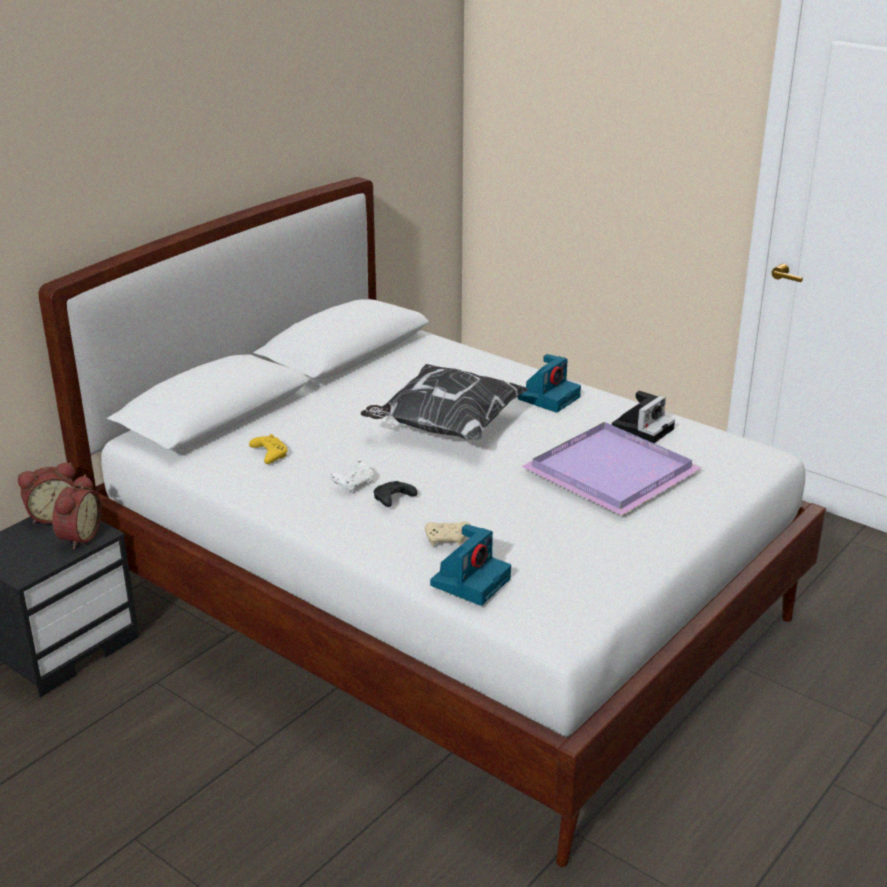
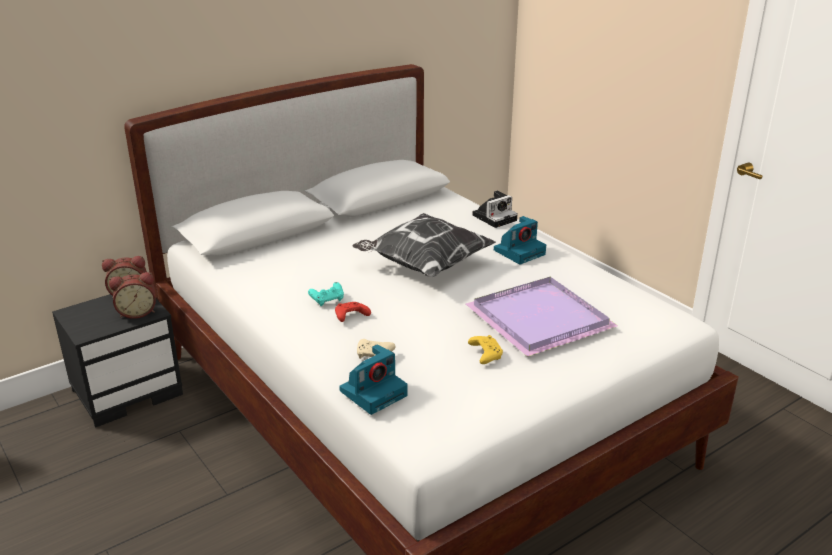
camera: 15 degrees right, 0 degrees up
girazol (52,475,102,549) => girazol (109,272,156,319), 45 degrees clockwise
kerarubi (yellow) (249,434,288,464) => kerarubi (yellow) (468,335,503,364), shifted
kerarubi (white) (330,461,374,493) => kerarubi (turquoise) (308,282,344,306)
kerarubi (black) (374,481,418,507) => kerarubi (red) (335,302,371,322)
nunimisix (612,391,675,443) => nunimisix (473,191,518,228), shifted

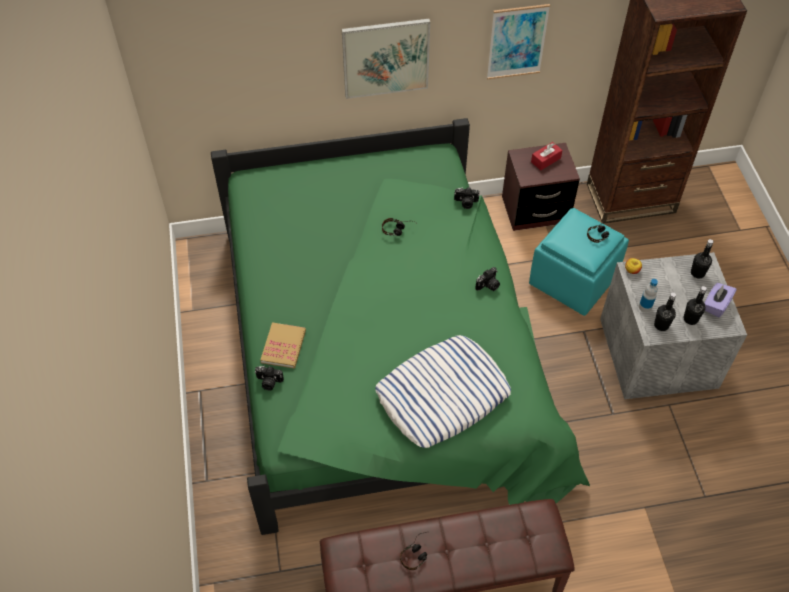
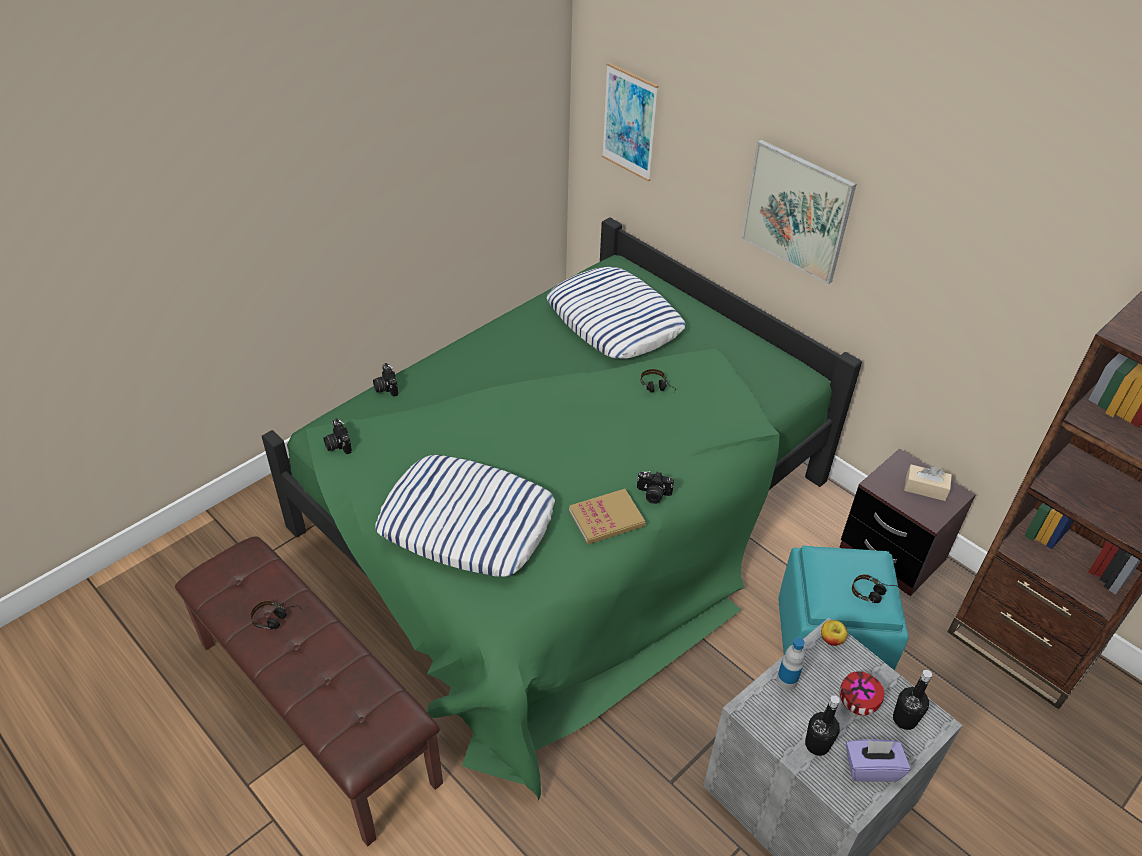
camera: 55 degrees right, 10 degrees down
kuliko (260,322,306,368) => kuliko (569,489,646,544), shifted
nunimisix (454,187,479,209) => nunimisix (324,418,352,454), shifted
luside (487,4,550,80) => luside (602,62,658,182), shifted
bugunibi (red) (531,142,562,170) => bugunibi (beige) (904,465,952,501)
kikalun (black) (654,292,676,331) => nothing
nothing => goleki (547,267,685,359)
nothing => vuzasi (840,671,884,716)

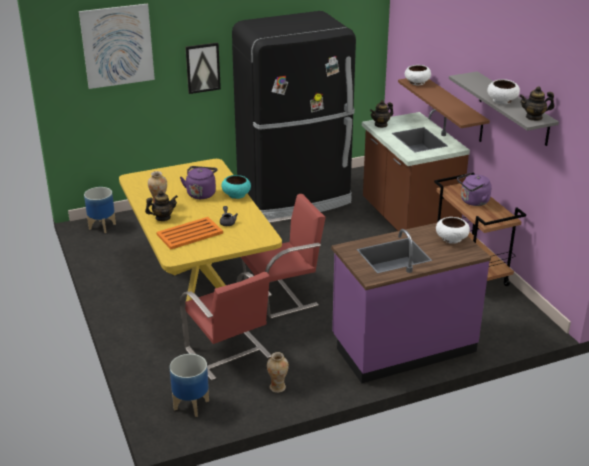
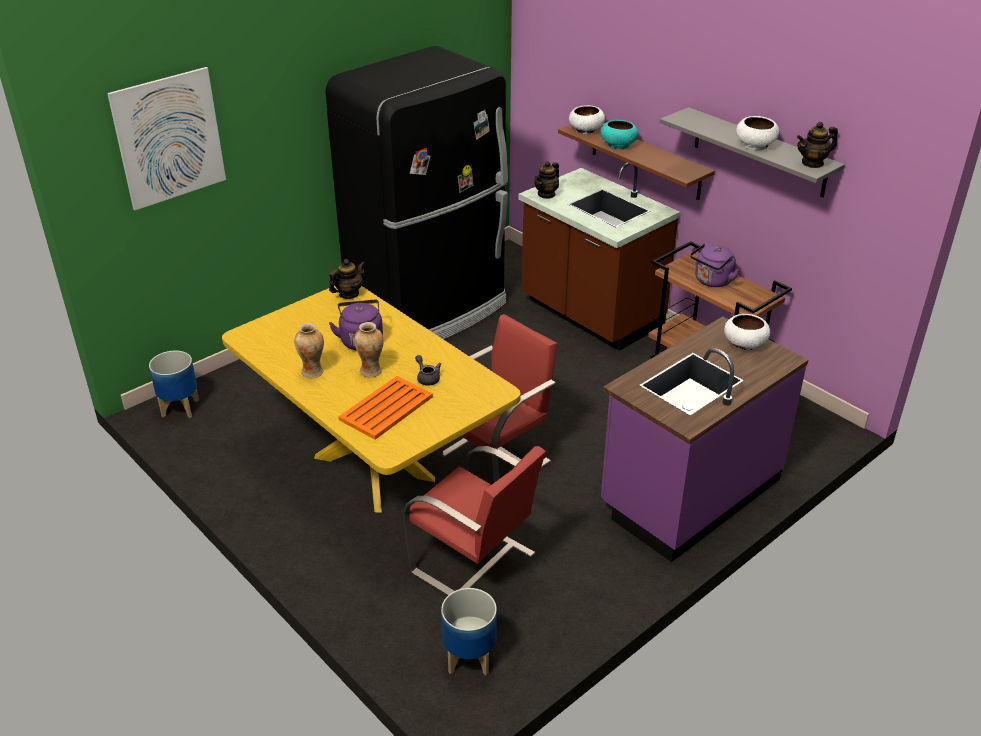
camera: 20 degrees left, 5 degrees up
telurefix (145,191,178,221) => telurefix (329,259,365,299), shifted
luside (185,42,221,94) => nothing
vuzasi (turquoise) (221,175,251,199) => vuzasi (turquoise) (601,120,638,149), shifted
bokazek (267,352,289,393) => bokazek (354,322,384,377), shifted

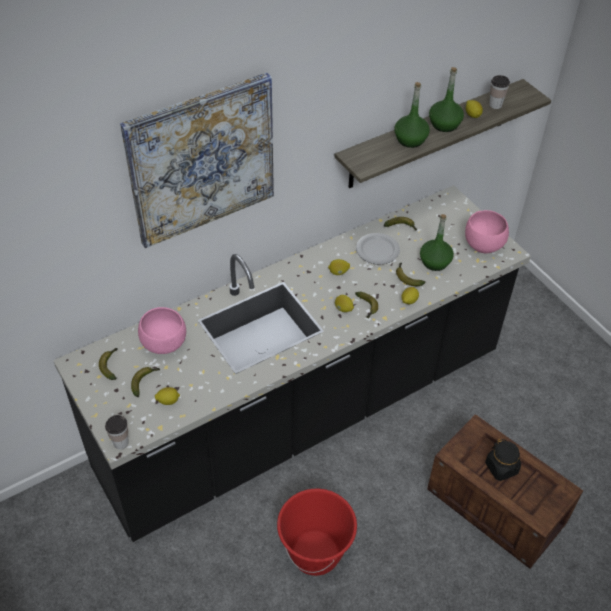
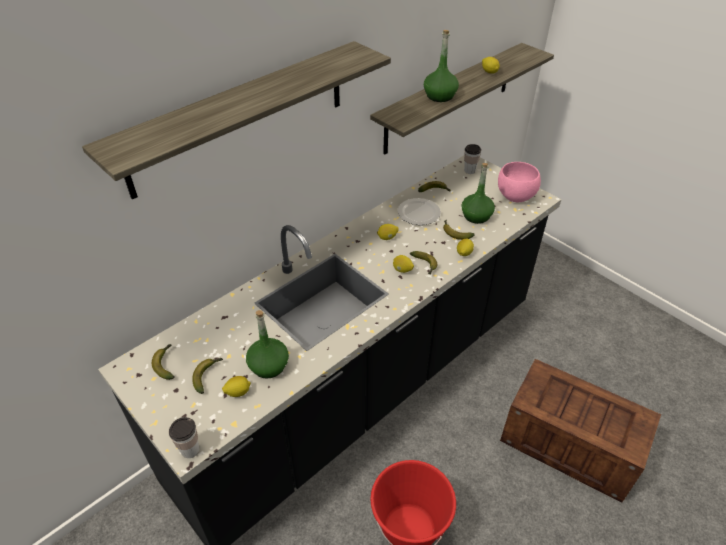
camera: 10 degrees left, 5 degrees down
luside (120,73,274,248) => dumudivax (82,41,391,199)
vuzasi (pink) (138,307,186,354) => nothing
kikalun (green) (429,67,464,132) => kikalun (green) (246,310,289,379), shifted
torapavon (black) (485,439,521,481) => nothing
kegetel (489,75,510,109) => kegetel (464,144,481,174), shifted

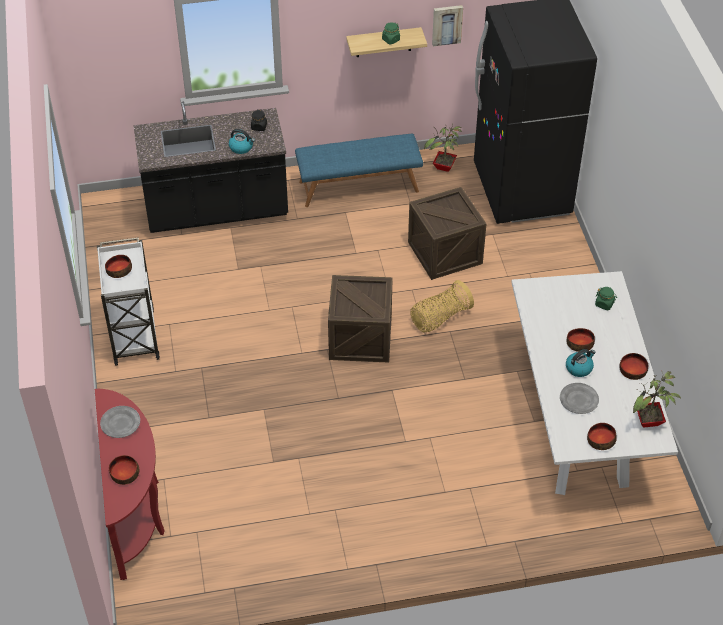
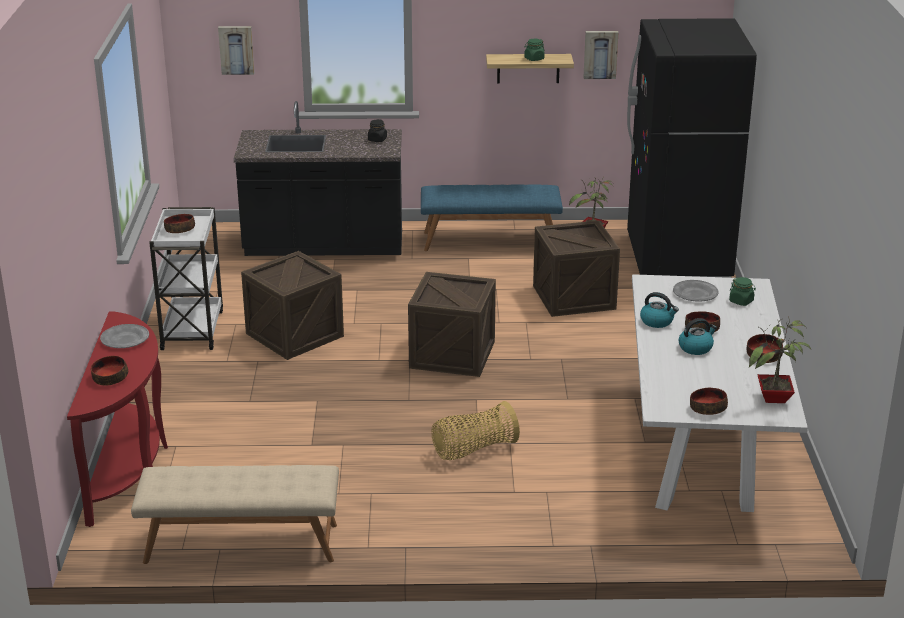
camera: 10 degrees right, 20 degrees down
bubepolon (229,129,255,154) => bubepolon (640,292,679,328), shifted
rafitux (410,280,474,332) => rafitux (431,401,520,460), shifted
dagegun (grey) (560,383,599,414) => dagegun (grey) (673,280,719,302), shifted
nothing => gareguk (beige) (131,465,339,564)
nothing => luside (218,26,254,75)
nothing => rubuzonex (241,251,344,360)

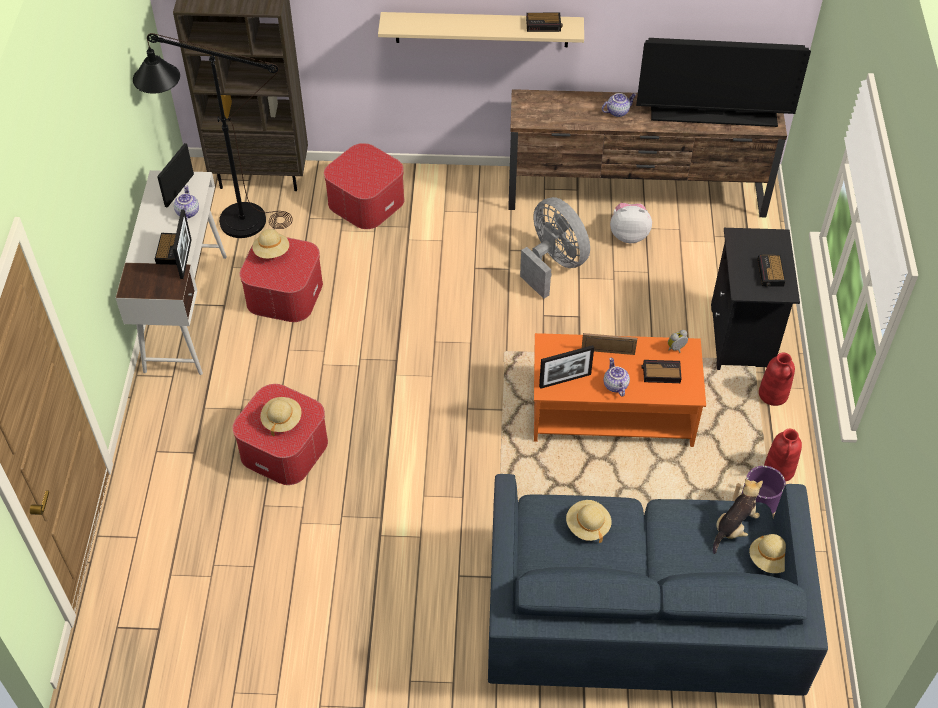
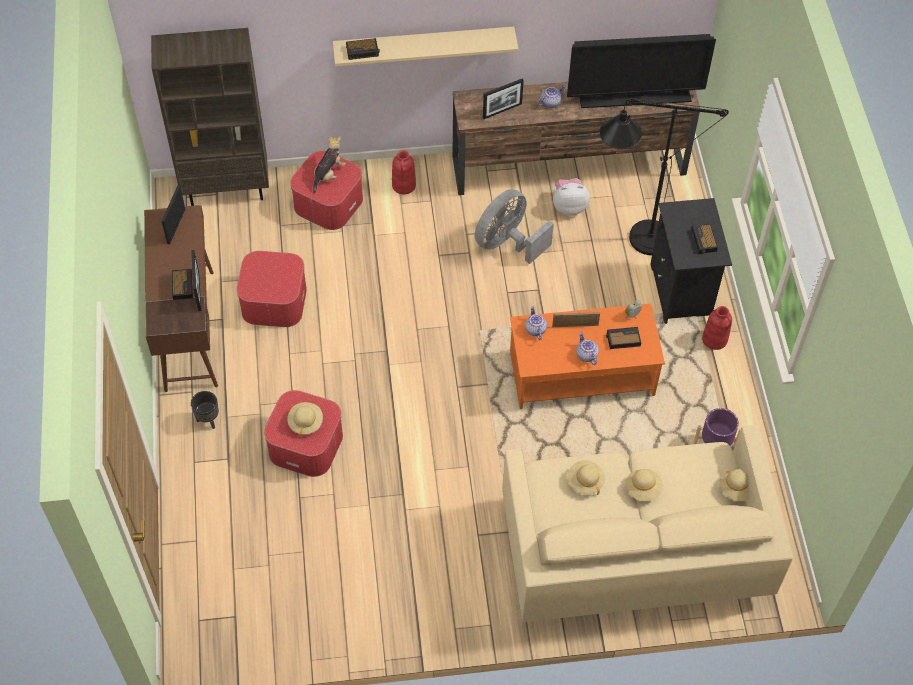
camera: 10 degrees left, 5 degrees up
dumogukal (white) (116,170,227,375) => dumogukal (brown) (144,205,218,392)
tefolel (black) (133,33,293,238) => tefolel (black) (600,98,729,255), shifted
telurefix (174,186,199,219) => telurefix (525,306,547,340), shifted
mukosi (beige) (252,229,289,259) => mukosi (beige) (625,469,663,501), shifted
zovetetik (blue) (488,474,828,696) => zovetetik (beige) (502,425,793,622)
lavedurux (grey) (520,197,590,299) => lavedurux (grey) (475,189,554,264), 90 degrees counterclockwise
girazol (526,13,563,32) => girazol (346,38,380,60), shifted
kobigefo (539,345,594,389) => kobigefo (483,78,524,119), shifted
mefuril (713,479,763,554) => mefuril (313,136,346,193), shifted
bokazek (red) (764,429,802,481) => bokazek (red) (392,150,416,194), shifted
nothing => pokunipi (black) (191,391,219,429)

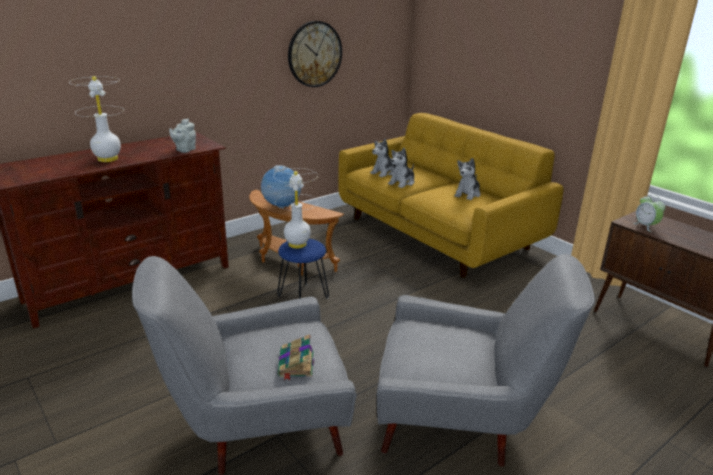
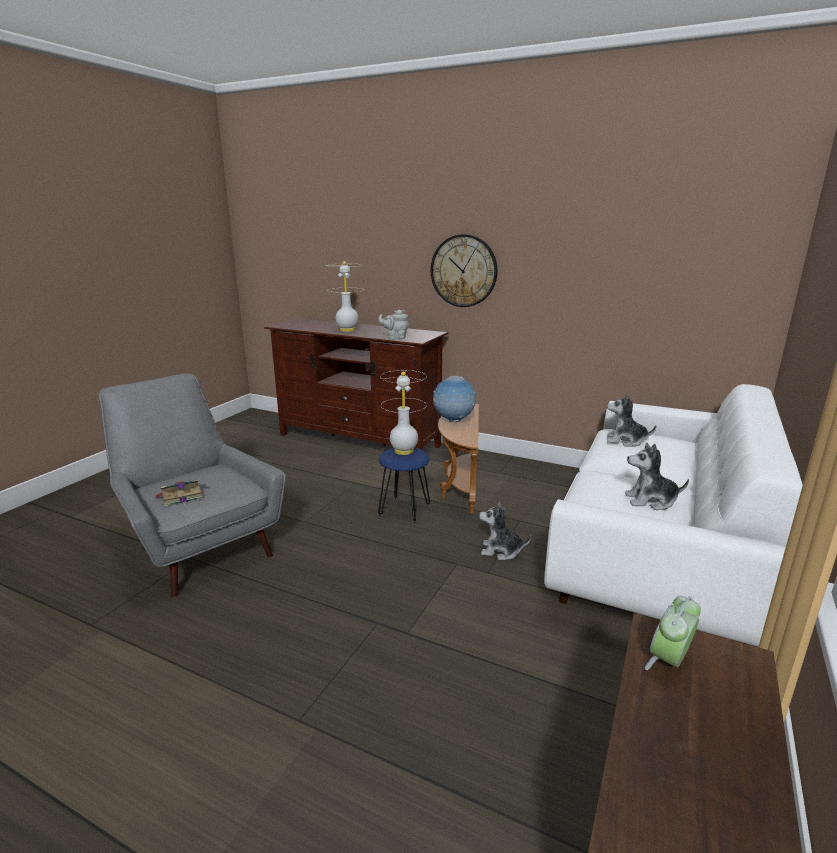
camera: 65 degrees right, 5 degrees down
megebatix (288,21,342,87) => megebatix (431,234,498,307), shifted
zovetetik (yellow) (338,113,564,278) => zovetetik (white) (544,384,803,647)
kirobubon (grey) (376,254,595,467) => nothing
mefuril (388,148,415,188) => mefuril (479,501,531,560), shifted

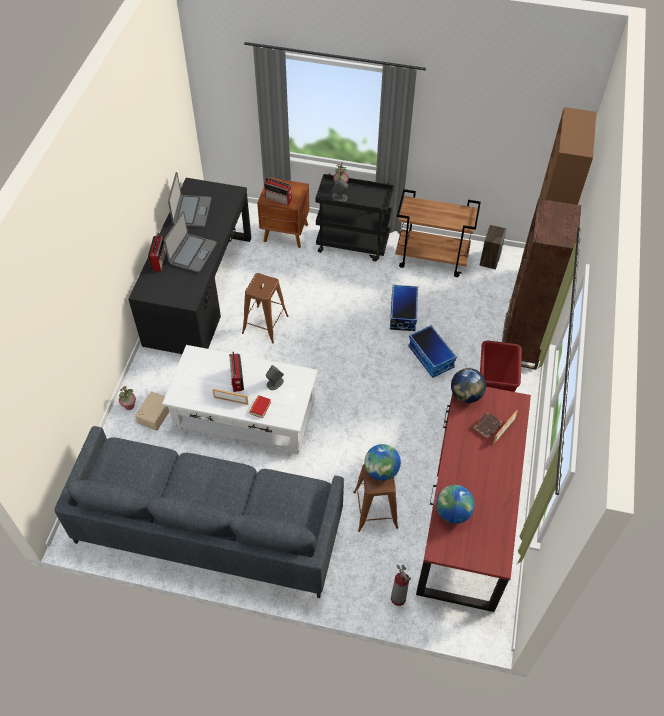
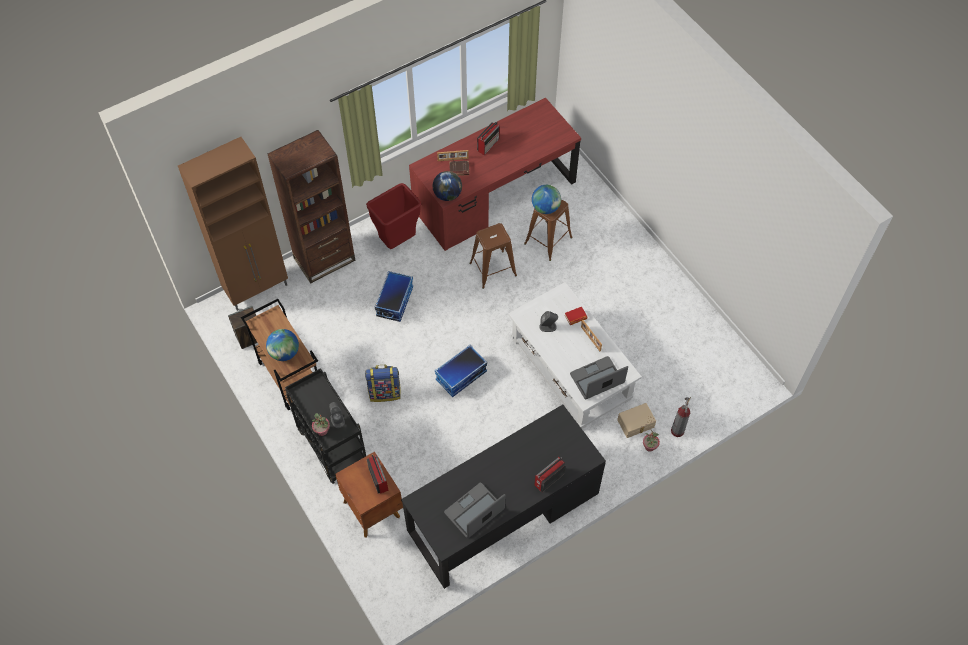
camera: 135 degrees left, 5 degrees up
zovetetik (grey) (54,426,344,598) => nothing
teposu (164,211,217,273) => teposu (570,356,628,399), shifted
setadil (229,351,244,392) => setadil (477,122,500,155), shifted
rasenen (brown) (242,273,288,344) => rasenen (brown) (469,223,517,289), shifted
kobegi (390,285,418,331) => kobegi (435,345,487,397), shifted
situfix (391,565,411,606) => situfix (671,397,691,437), shifted
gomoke (436,485,475,524) => gomoke (266,329,299,361), shifted
nothing => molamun (365,365,401,402)

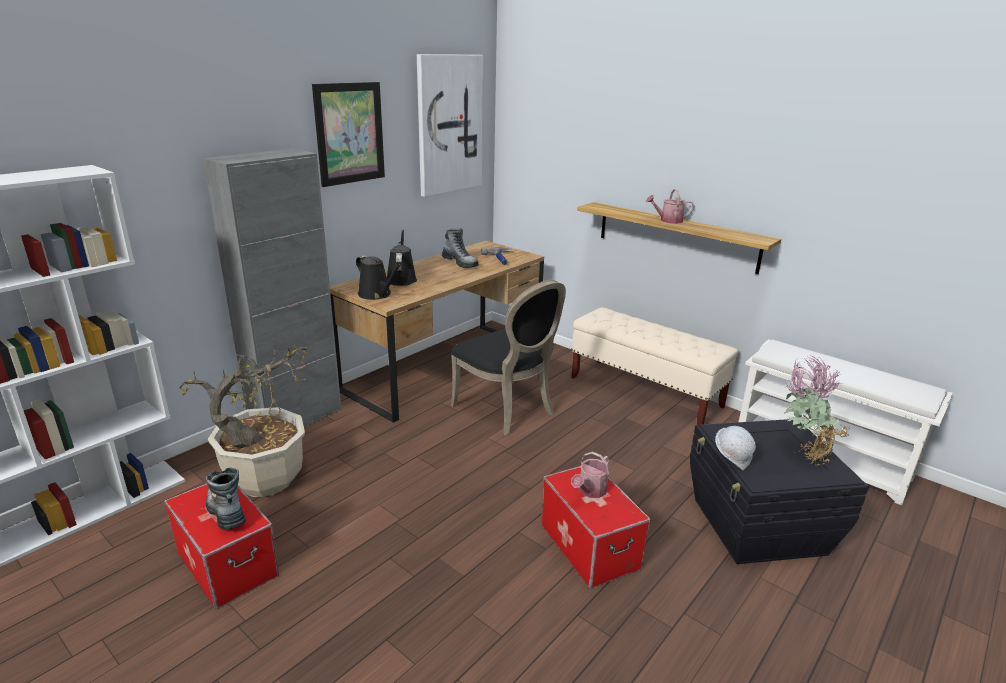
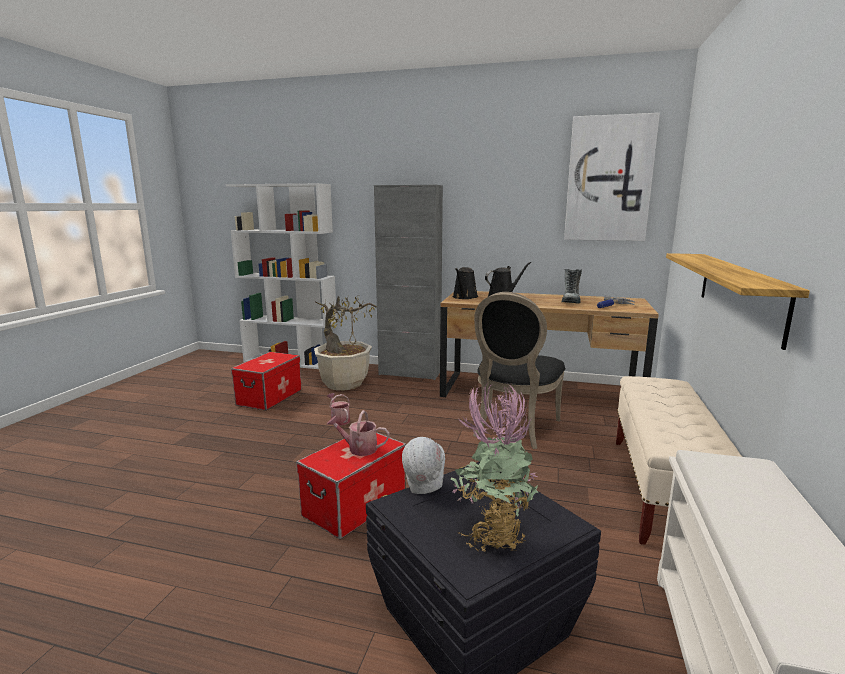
camera: 65 degrees right, 10 degrees down
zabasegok (206,467,246,530) => nothing
luside (312,82,385,187) => nothing
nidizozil (646,189,694,224) => nidizozil (327,393,350,426), shifted

